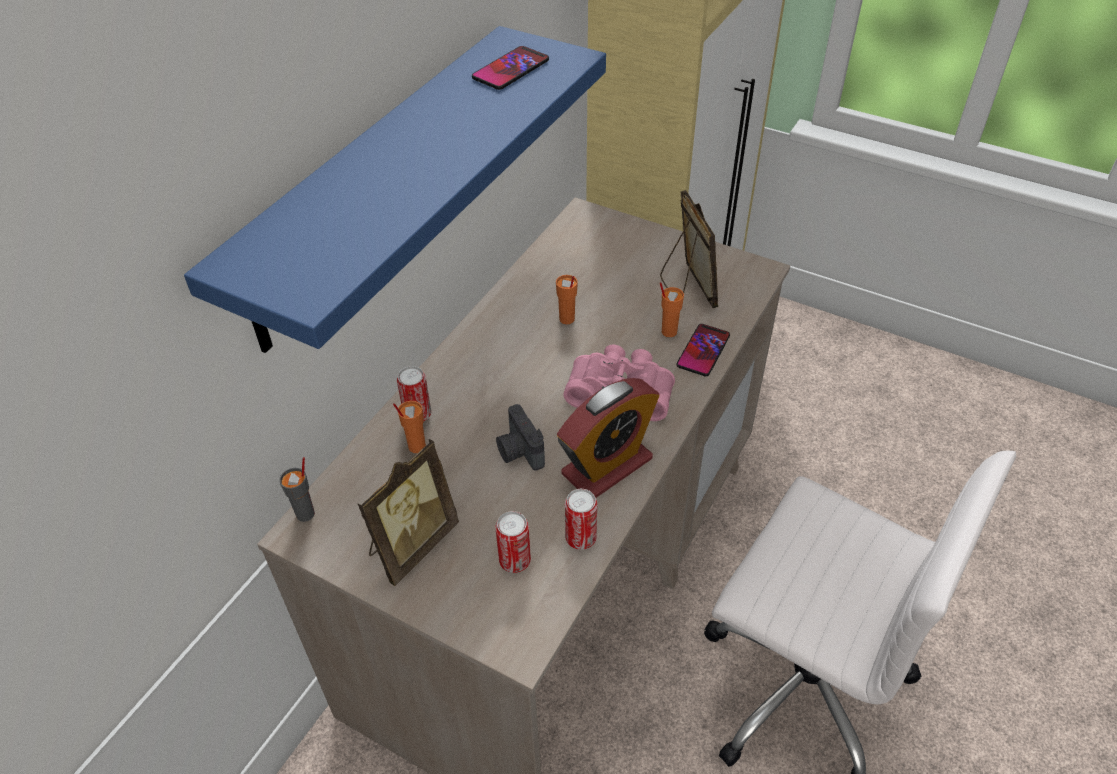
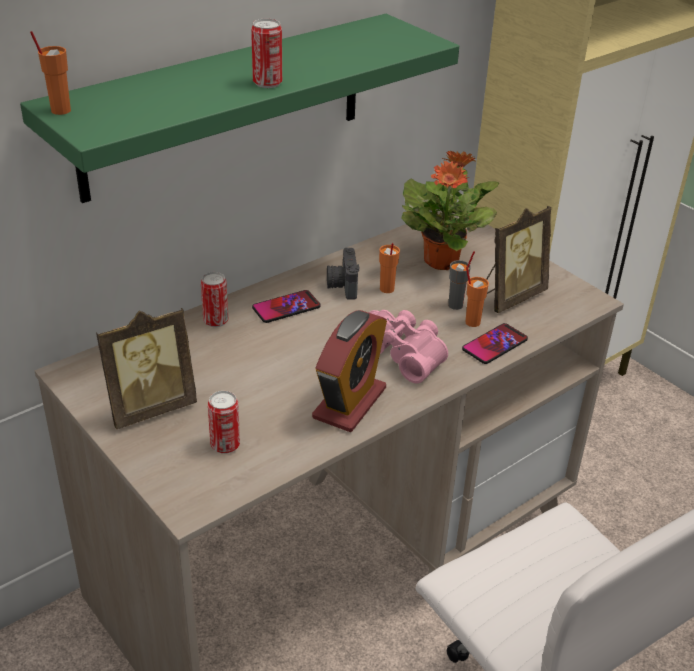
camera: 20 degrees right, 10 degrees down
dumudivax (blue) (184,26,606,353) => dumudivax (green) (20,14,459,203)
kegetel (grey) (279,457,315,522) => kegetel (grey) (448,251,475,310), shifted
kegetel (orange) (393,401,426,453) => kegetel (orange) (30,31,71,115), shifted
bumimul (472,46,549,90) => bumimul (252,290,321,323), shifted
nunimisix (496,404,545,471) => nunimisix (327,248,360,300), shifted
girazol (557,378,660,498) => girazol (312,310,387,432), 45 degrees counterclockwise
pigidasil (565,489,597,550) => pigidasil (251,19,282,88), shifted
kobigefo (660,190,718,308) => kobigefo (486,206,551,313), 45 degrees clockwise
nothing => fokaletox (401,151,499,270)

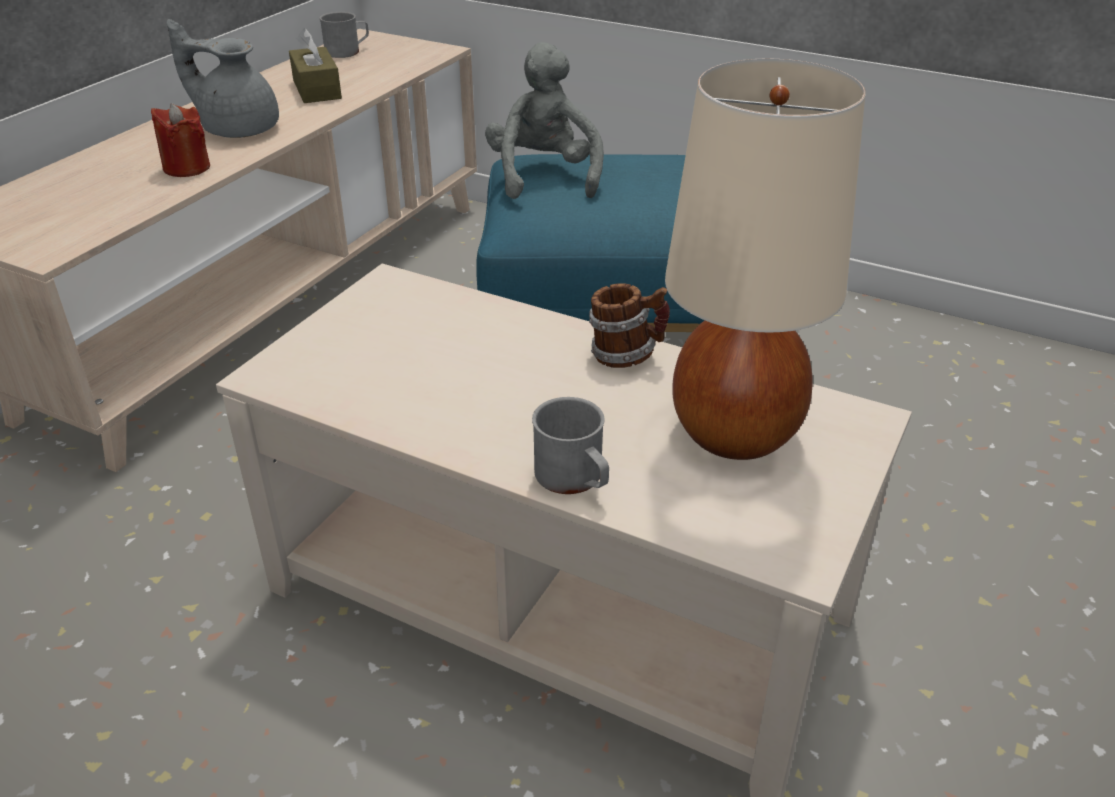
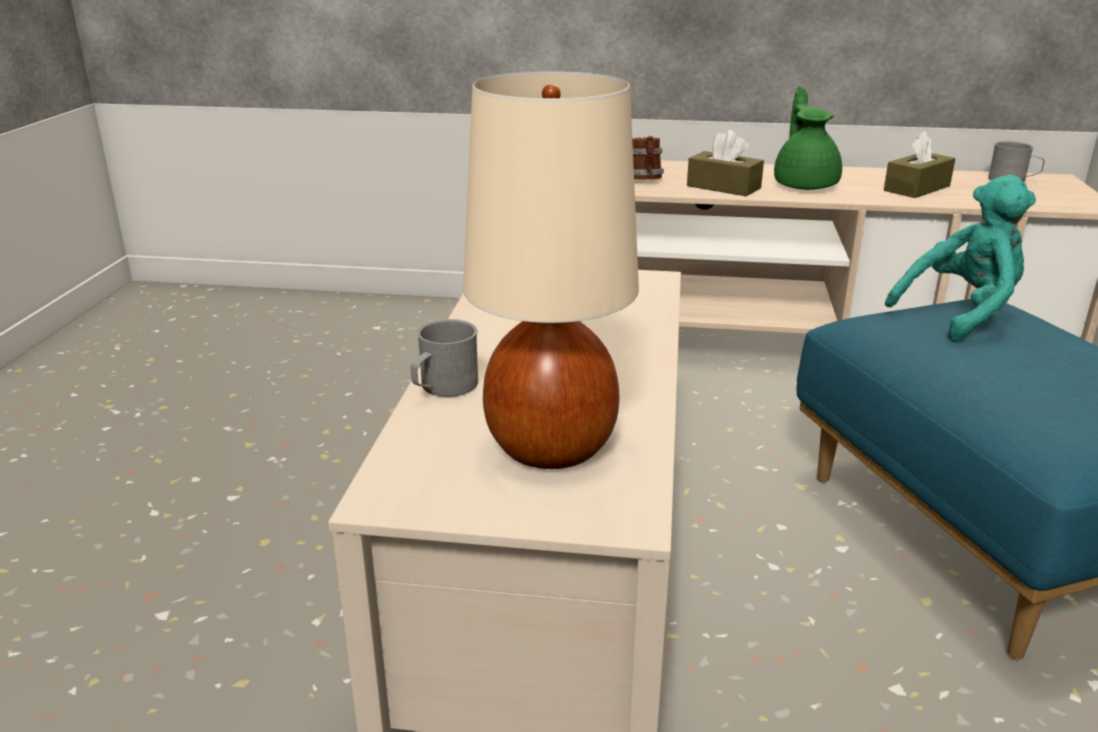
camera: 70 degrees right, 10 degrees down
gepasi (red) (151,103,210,177) => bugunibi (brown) (687,130,764,196)
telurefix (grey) (167,19,279,138) => telurefix (green) (774,86,842,190)
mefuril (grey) (485,42,604,199) => mefuril (turquoise) (885,175,1036,342)
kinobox (589,283,670,368) => kinobox (632,136,664,179), shifted

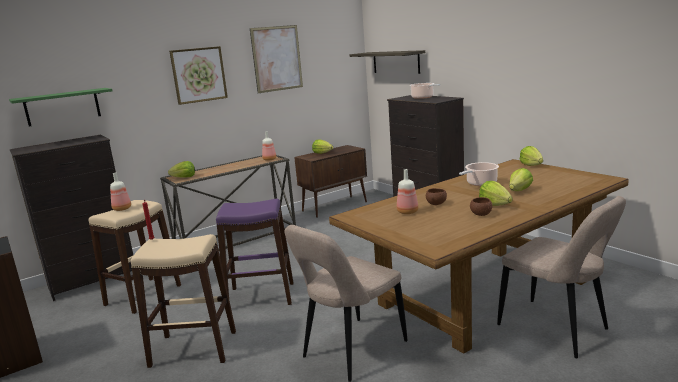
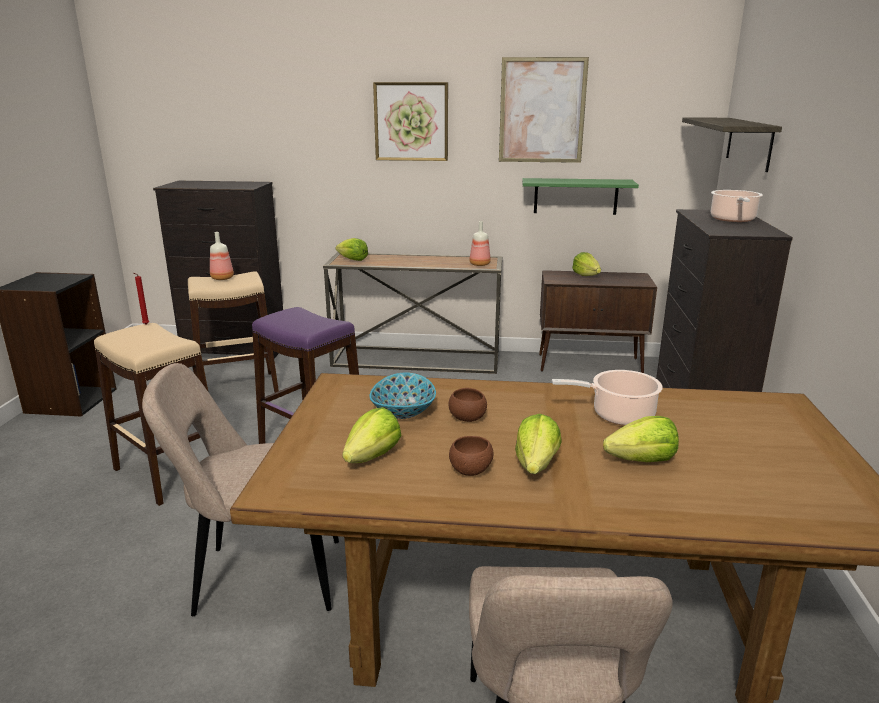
camera: 40 degrees right, 5 degrees up
dumudivax (green) (9,88,113,126) => dumudivax (green) (522,178,639,215), shifted
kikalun (397,169,418,214) => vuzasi (370,372,436,419)
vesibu (519,146,543,166) => vesibu (342,407,401,463), shifted

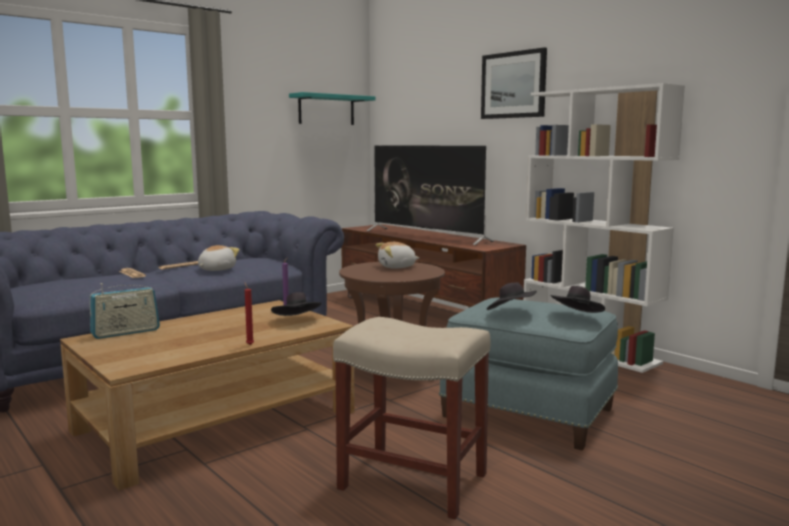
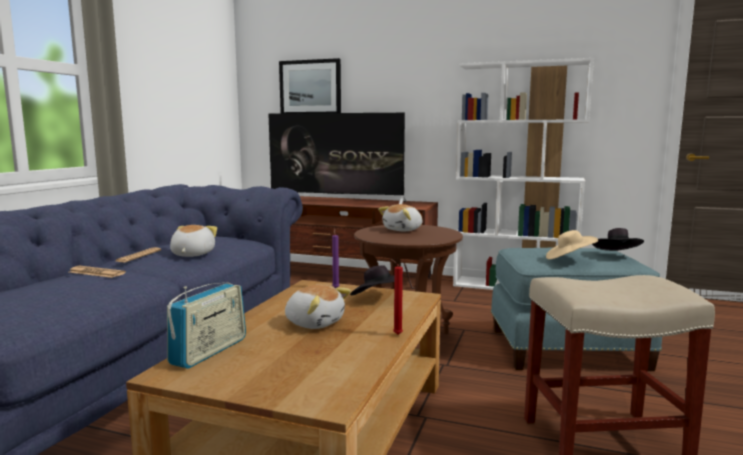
camera: 30 degrees left, 0 degrees up
dumudivax (turquoise) (289,92,375,125) => nothing
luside (481,47,547,119) => luside (279,58,341,113), shifted
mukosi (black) (487,282,537,310) => mukosi (beige) (546,230,598,259)
nothing => mefuril (285,285,351,329)

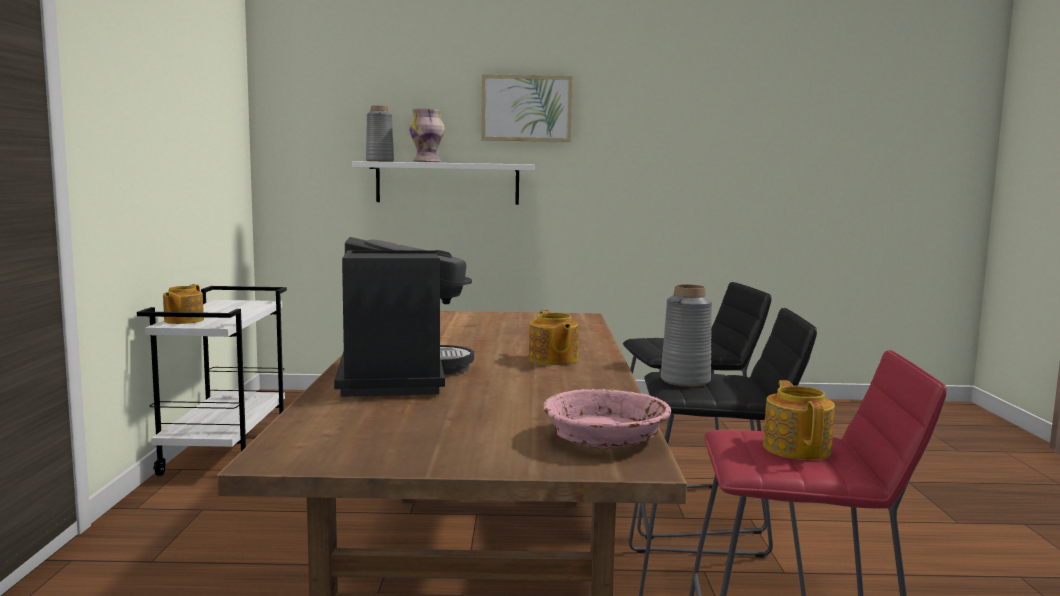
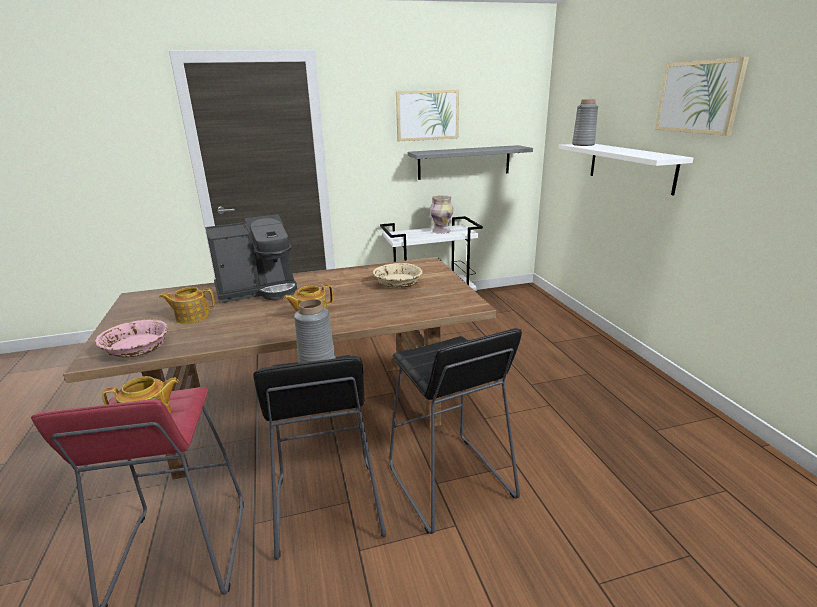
camera: 75 degrees right, 15 degrees up
telurefix (163,284,204,324) => telurefix (160,287,215,324), shifted
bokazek (409,109,445,162) => bokazek (430,195,454,234), shifted
nothing => vuzasi (beige) (373,263,423,288)
nothing => luside (396,90,459,141)
nothing => dumudivax (grey) (408,145,533,180)

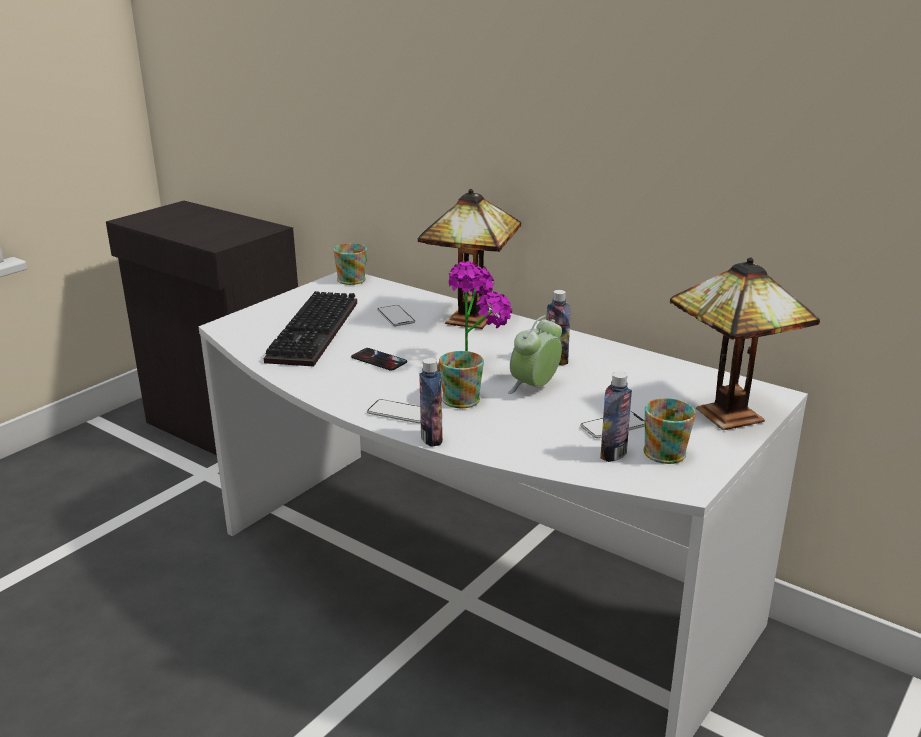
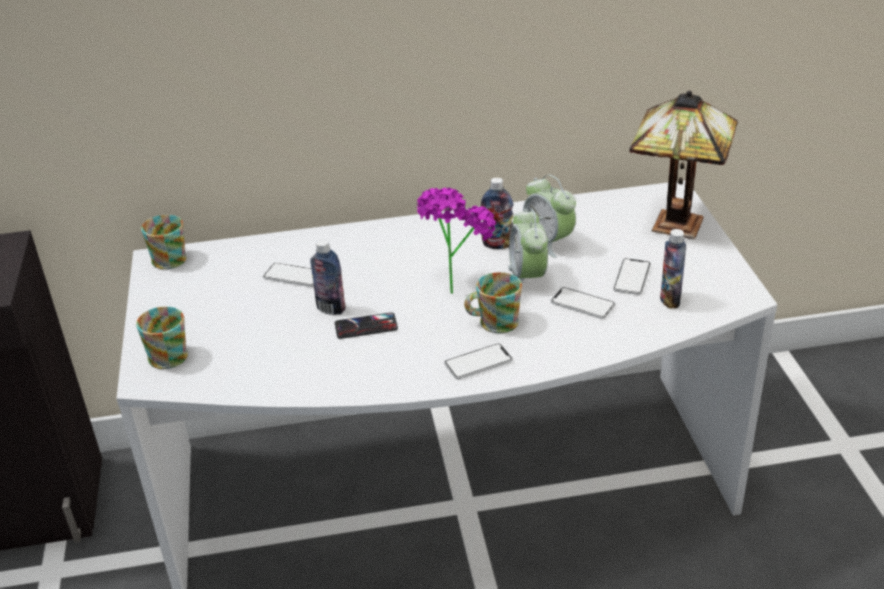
camera: 45 degrees left, 10 degrees up
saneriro (264,291,357,366) => nothing
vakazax (418,189,521,329) => nothing
kikalun (419,358,443,447) => kikalun (310,239,346,315), shifted
kinobox (643,398,696,464) => kinobox (136,306,188,369), shifted
nothing => girazol (523,175,576,258)
nothing => bumimul (551,287,615,319)

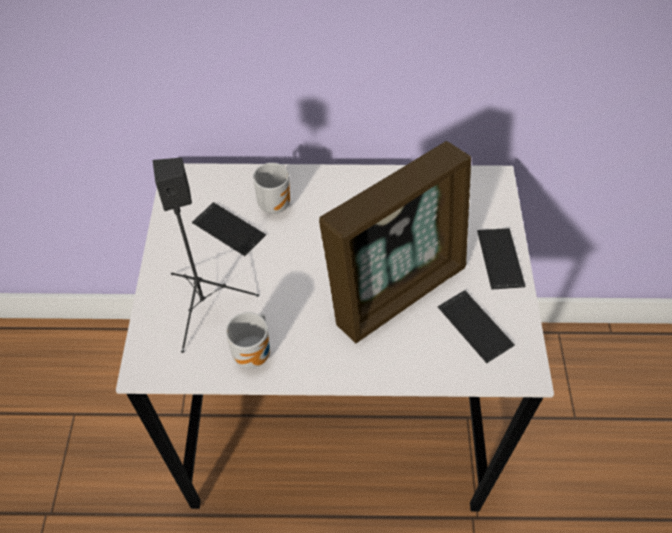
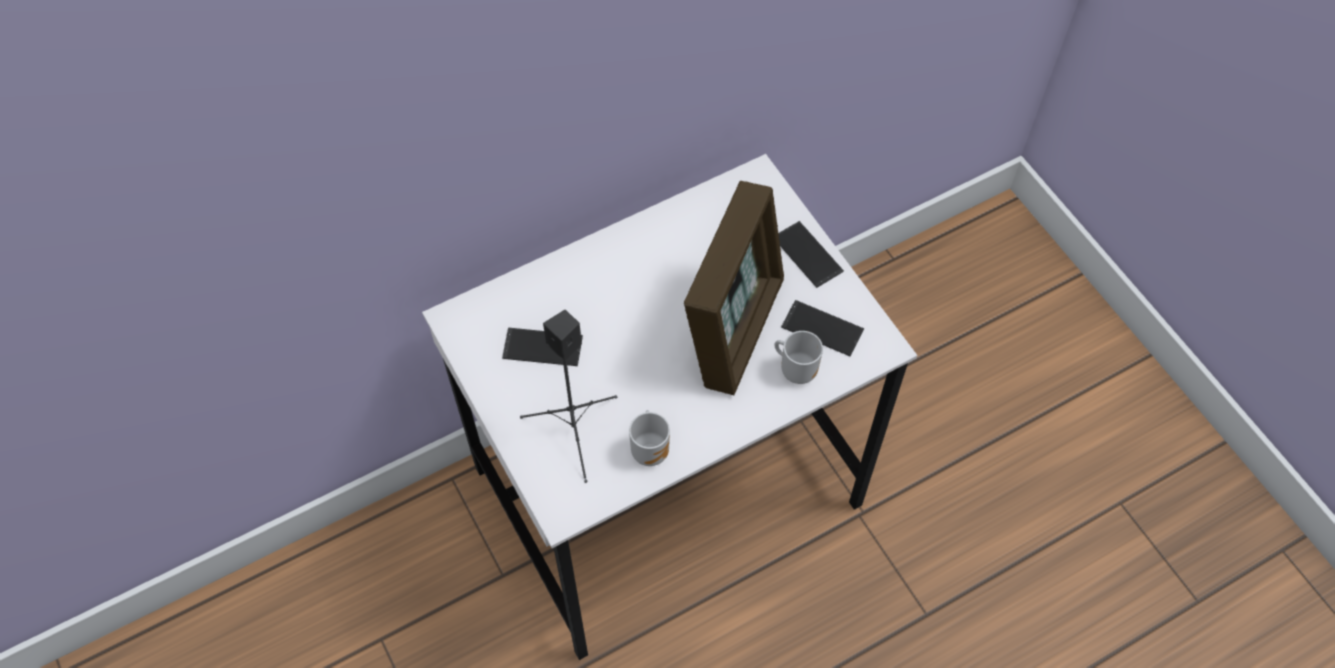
camera: 30 degrees left, 5 degrees up
kinobox (253,163,290,214) => kinobox (774,331,823,384), shifted

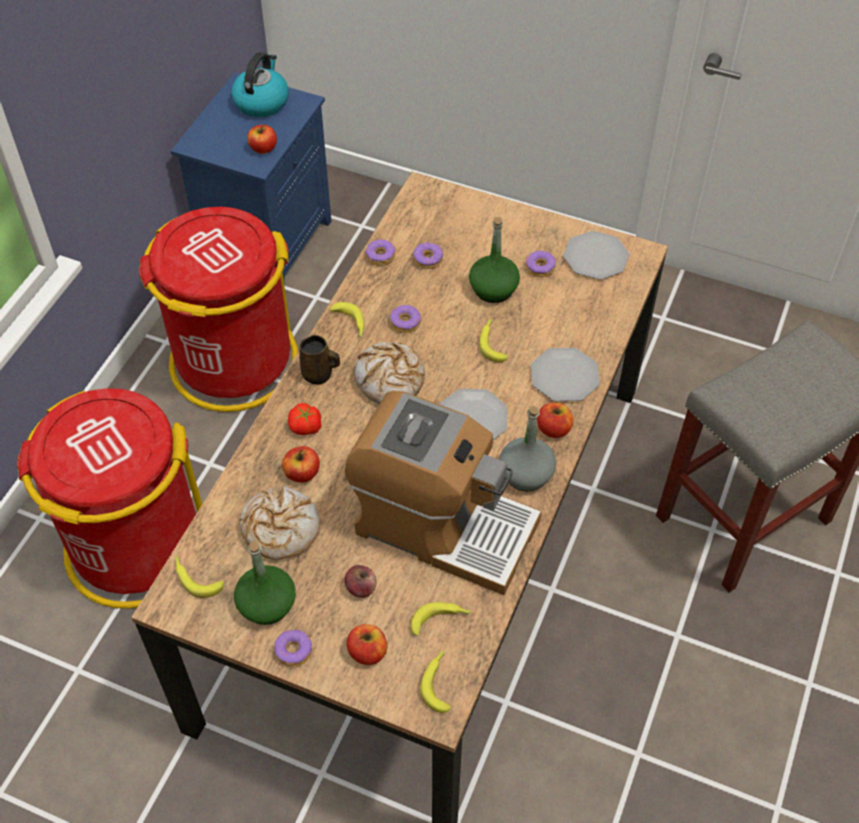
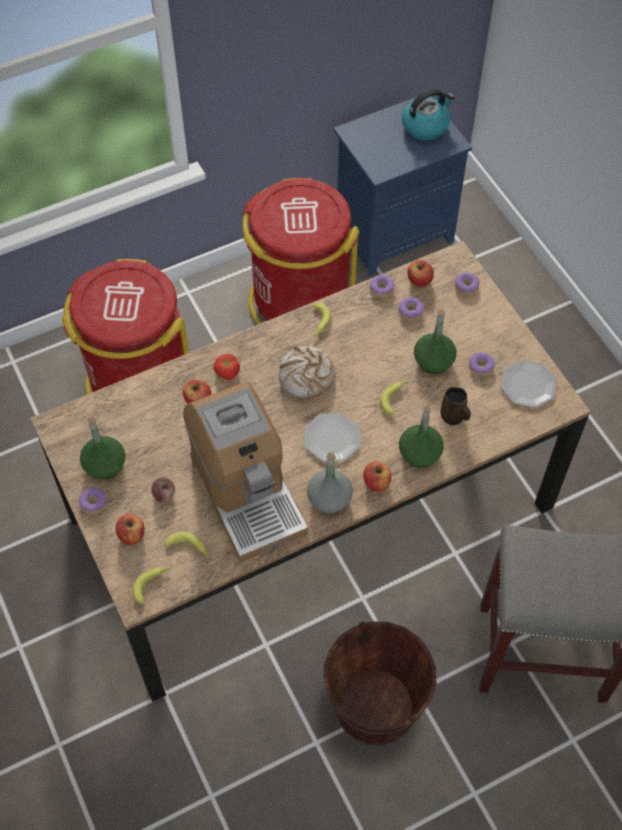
camera: 40 degrees right, 5 degrees up
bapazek (174,556,224,598) => nothing
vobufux (240,485,320,560) => nothing
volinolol (247,125,277,154) => volinolol (407,260,434,287), shifted
kinobox (brown) (299,335,340,385) => kinobox (brown) (441,387,471,425), shifted
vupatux (390,305,421,333) => vupatux (455,272,480,295), shifted
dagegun (531,348,600,401) => kikalun (green) (399,405,444,468)
nothing => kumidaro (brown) (324,621,436,746)

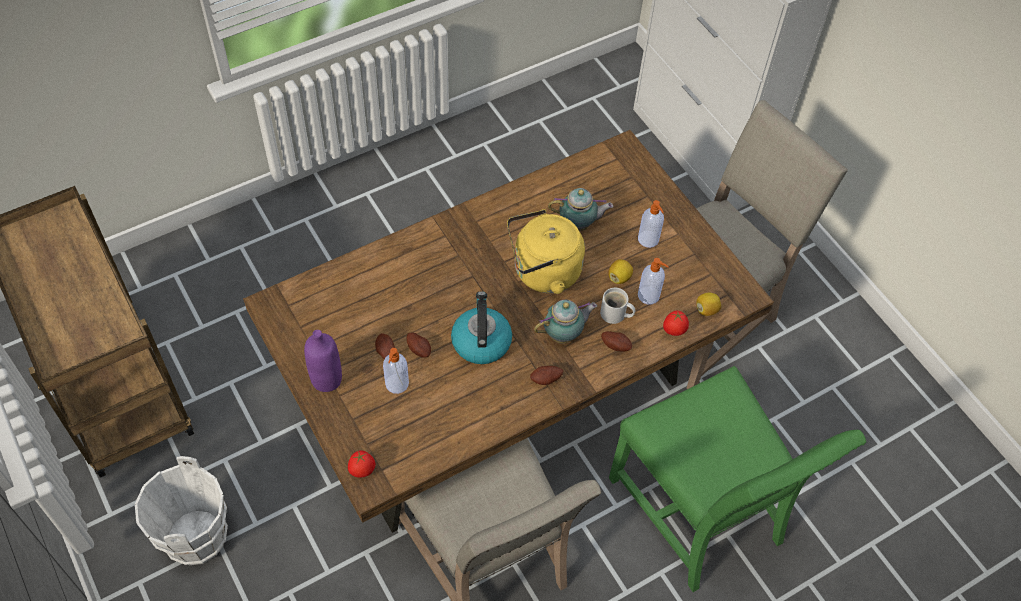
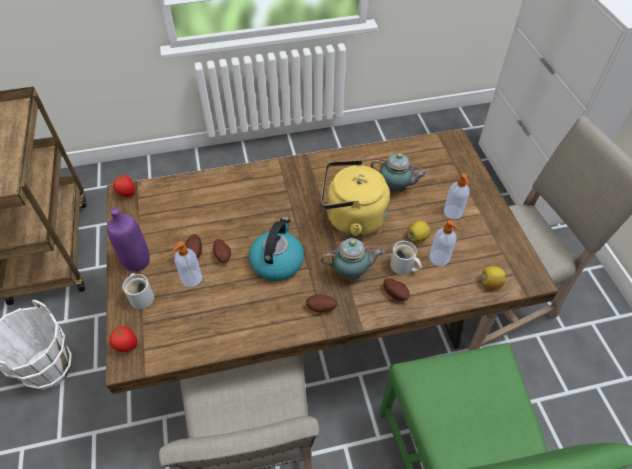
camera: 20 degrees right, 5 degrees down
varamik (663,310,689,336) => varamik (113,175,135,197), shifted
nothing => kinobox (white) (123,273,154,309)

